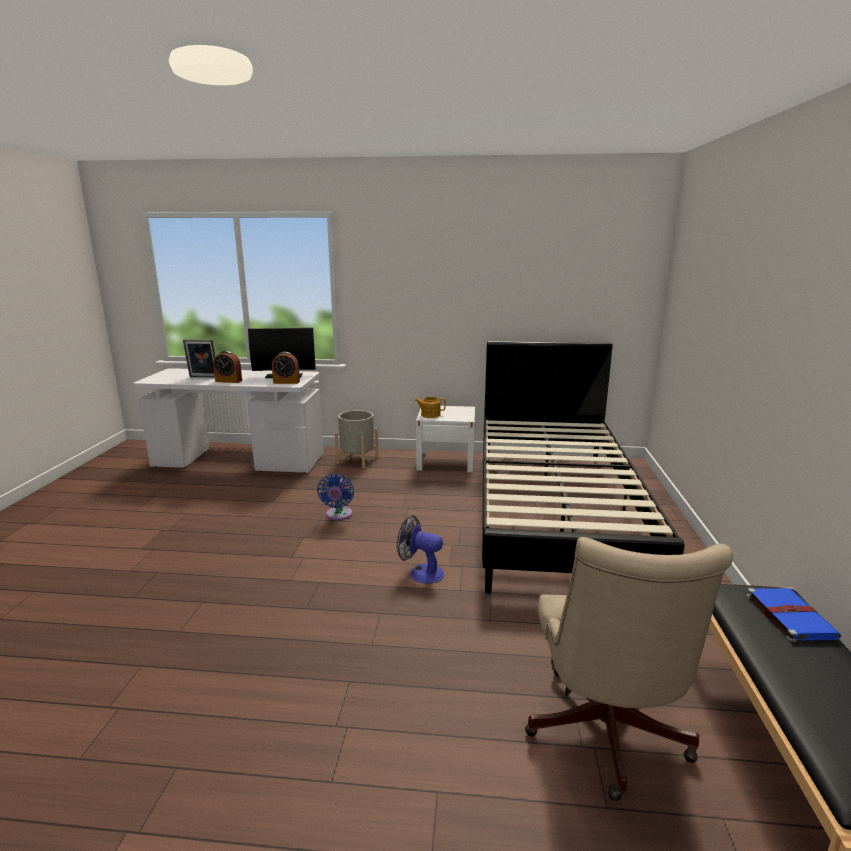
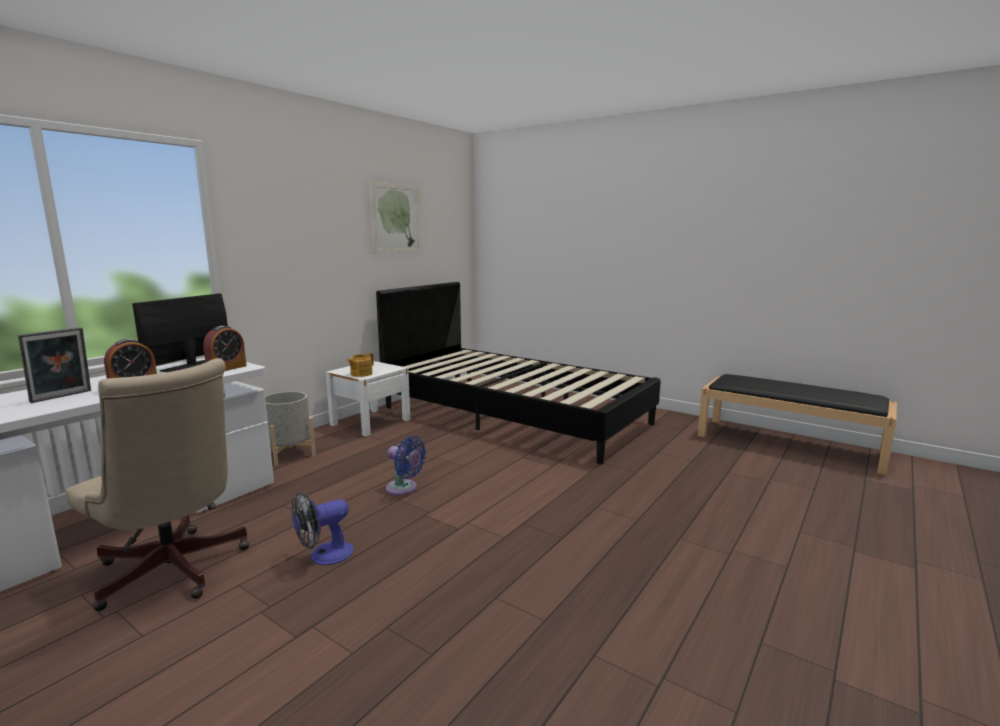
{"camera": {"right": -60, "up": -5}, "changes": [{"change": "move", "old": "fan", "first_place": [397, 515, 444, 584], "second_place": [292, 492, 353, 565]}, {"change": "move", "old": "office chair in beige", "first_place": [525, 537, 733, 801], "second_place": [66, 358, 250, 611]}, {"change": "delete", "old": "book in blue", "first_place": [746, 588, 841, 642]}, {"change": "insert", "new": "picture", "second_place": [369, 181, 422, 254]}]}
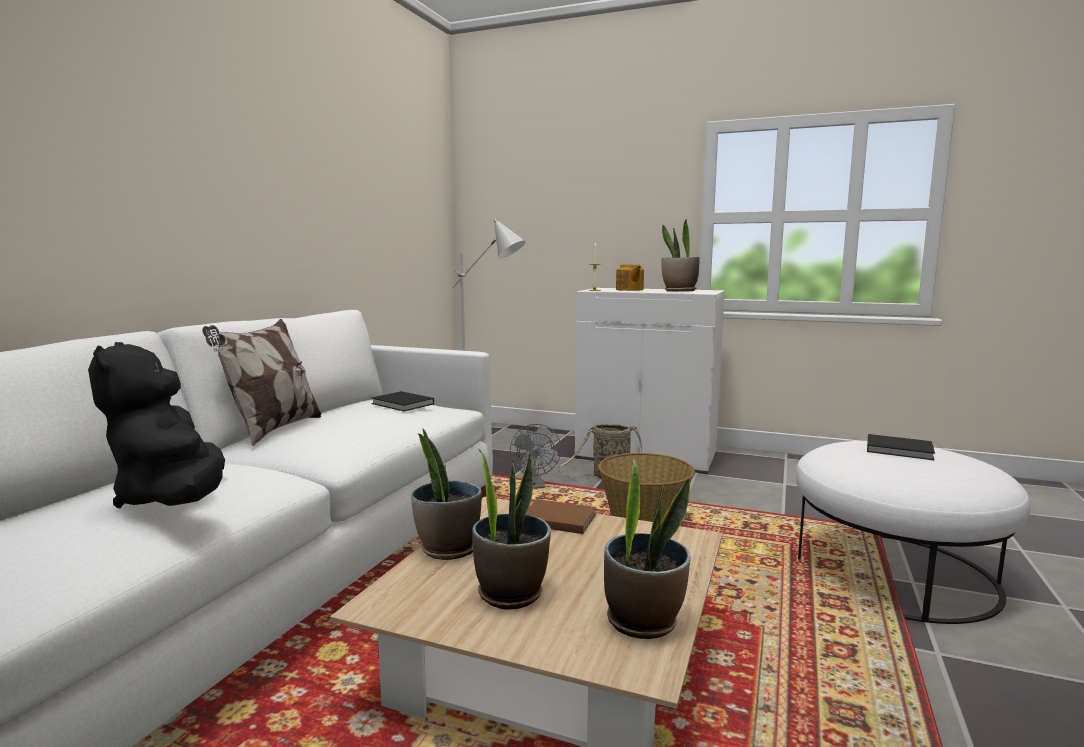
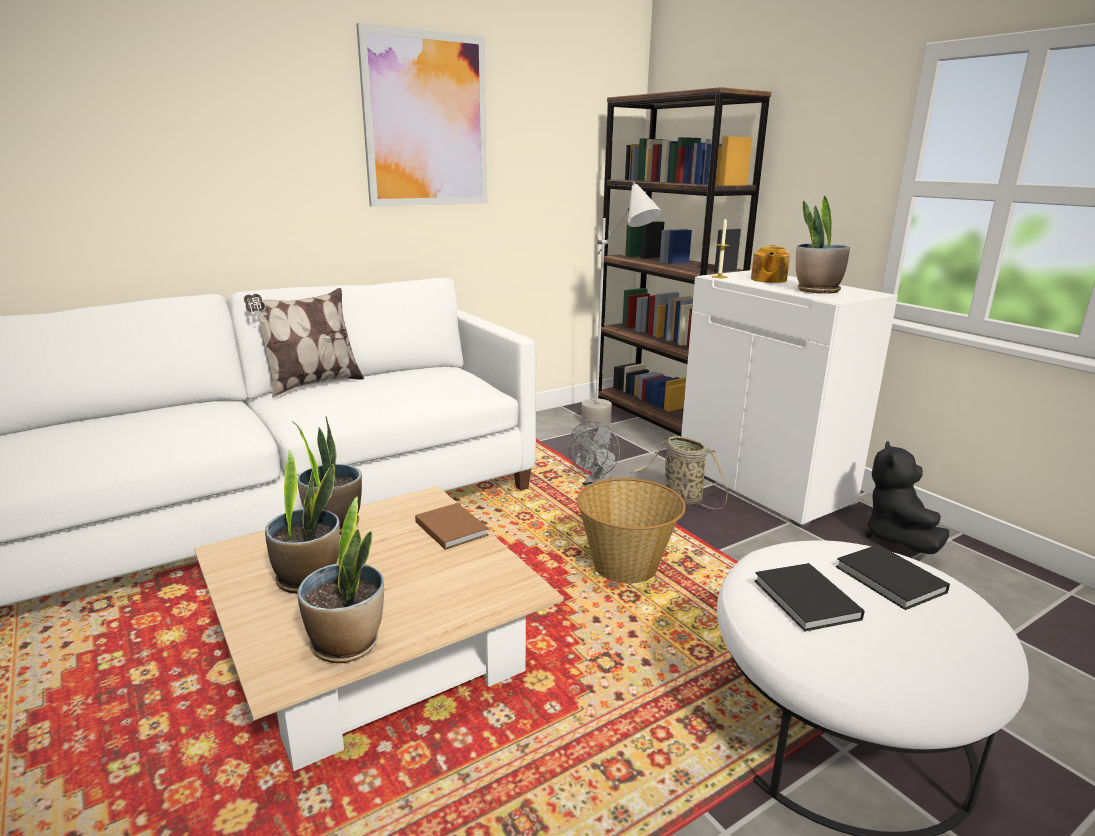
{"camera": {"right": 35, "up": 10}, "changes": [{"change": "move", "old": "plush toy in black", "first_place": [88, 342, 225, 508], "second_place": [865, 441, 949, 554]}, {"change": "move", "old": "book in black", "first_place": [372, 391, 434, 412], "second_place": [754, 563, 864, 632]}, {"change": "insert", "new": "picture", "second_place": [356, 23, 487, 207]}, {"change": "insert", "new": "bookcase in brown", "second_place": [598, 87, 771, 436]}]}
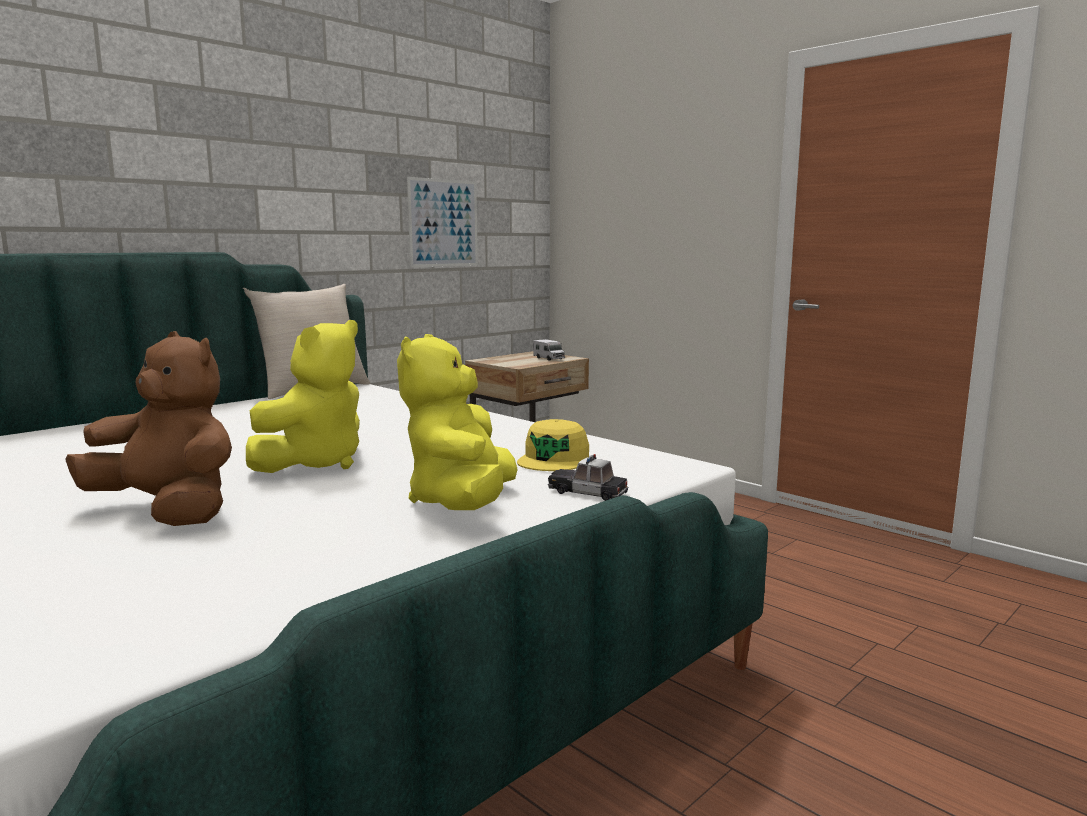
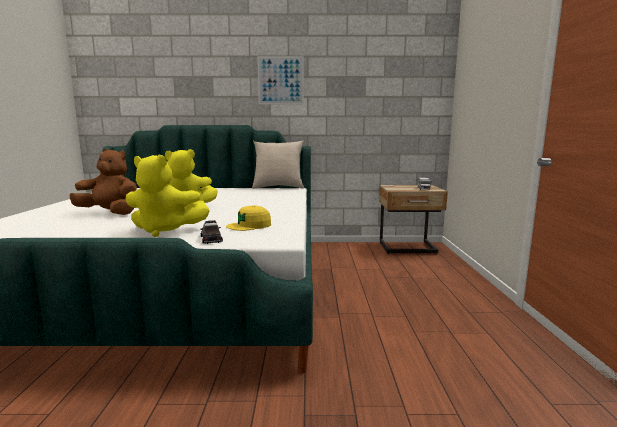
{"camera": {"right": 45, "up": 0}, "changes": [{"change": "rotate", "old": "plush toy in brown", "first_place": [65, 331, 232, 526], "second_place": [70, 149, 137, 215], "degrees": -60}, {"change": "rotate", "old": "plush toy in yellow", "first_place": [397, 334, 518, 510], "second_place": [125, 155, 210, 237], "degrees": -135}, {"change": "move", "old": "picture", "first_place": [407, 177, 478, 267], "second_place": [257, 56, 304, 104]}]}
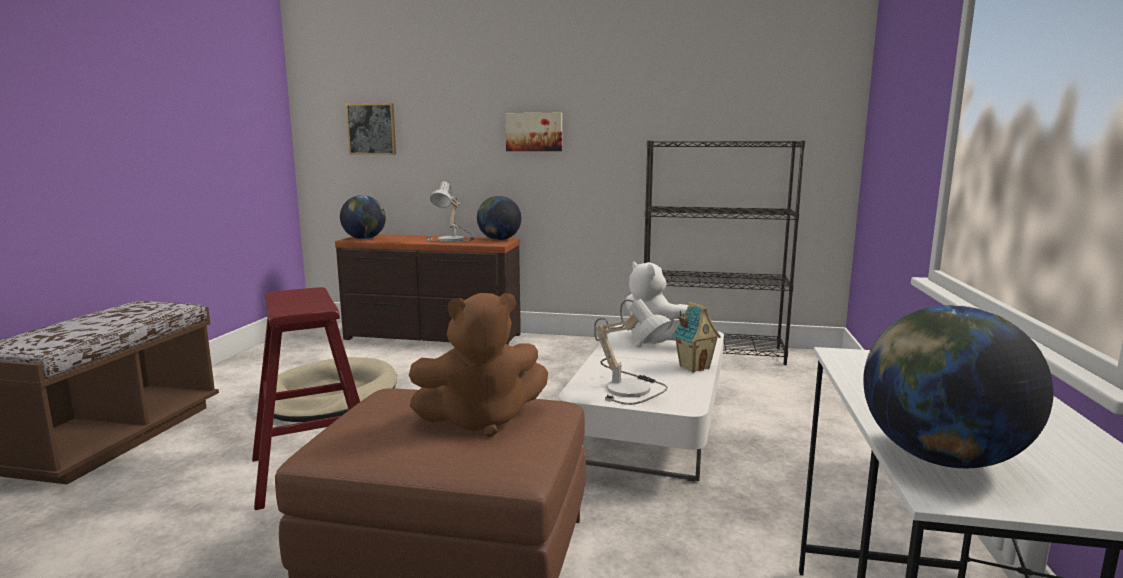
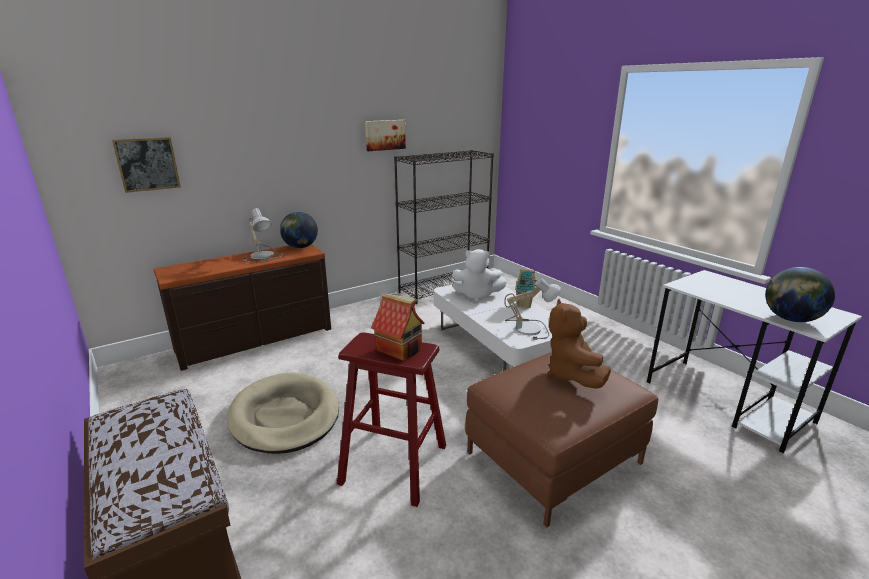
{"camera": {"right": -45, "up": 10}, "changes": [{"change": "delete", "old": "globe", "first_place": [340, 195, 386, 239]}, {"change": "rotate", "old": "plush toy in brown", "first_place": [409, 293, 548, 437], "second_place": [548, 299, 611, 389], "degrees": 150}, {"change": "move", "old": "picture", "first_place": [505, 113, 562, 151], "second_place": [365, 120, 406, 151]}, {"change": "insert", "new": "toy house", "second_place": [371, 293, 425, 361]}]}
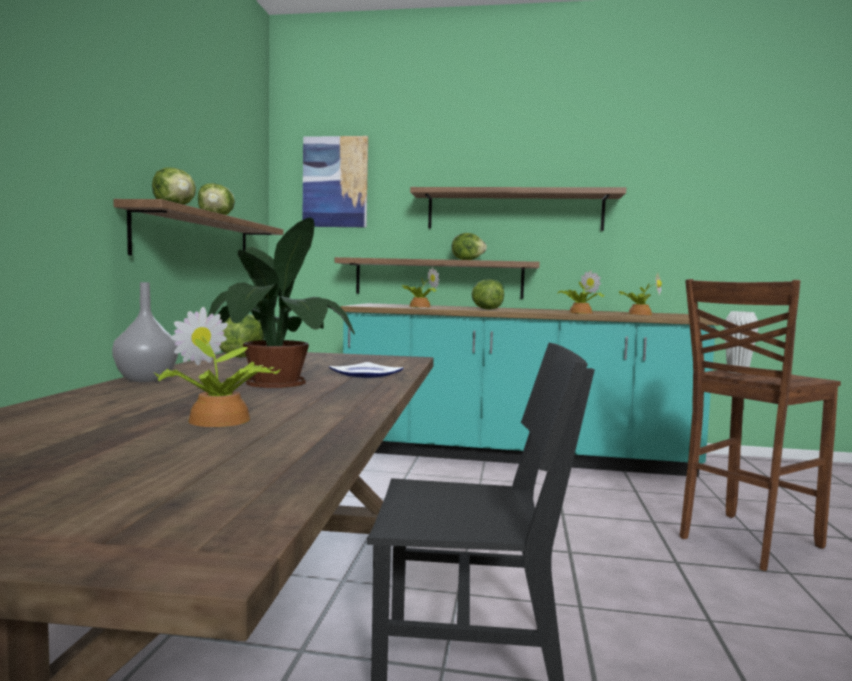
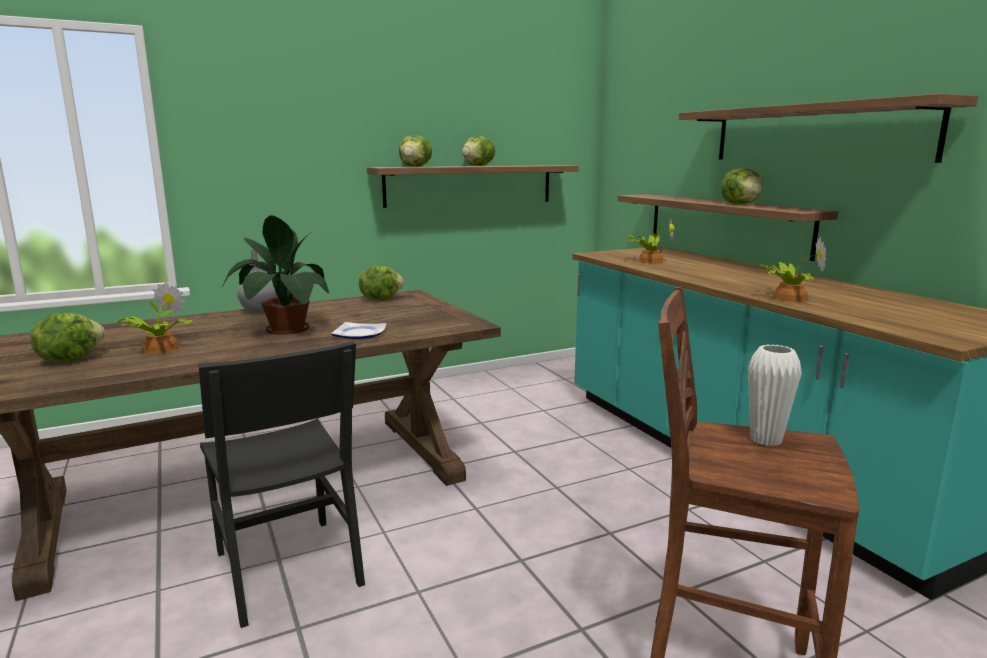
{"camera": {"right": 55, "up": 10}, "changes": [{"change": "delete", "old": "picture", "first_place": [302, 136, 368, 227]}, {"change": "move", "old": "lettuce", "first_place": [471, 279, 504, 310], "second_place": [30, 313, 105, 363]}, {"change": "delete", "old": "potted plant", "first_place": [618, 272, 662, 315]}]}
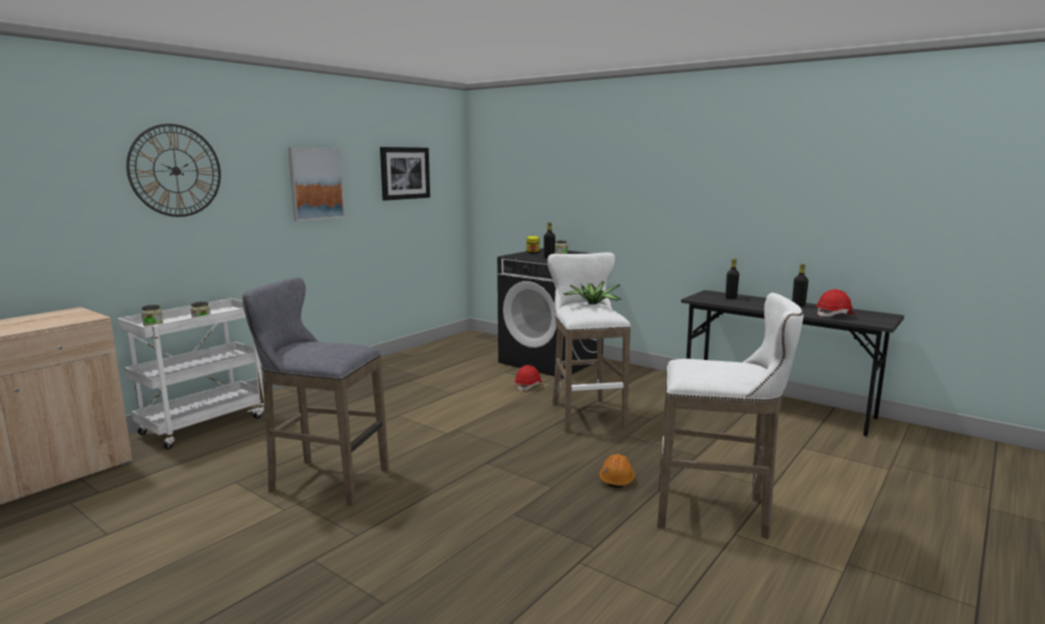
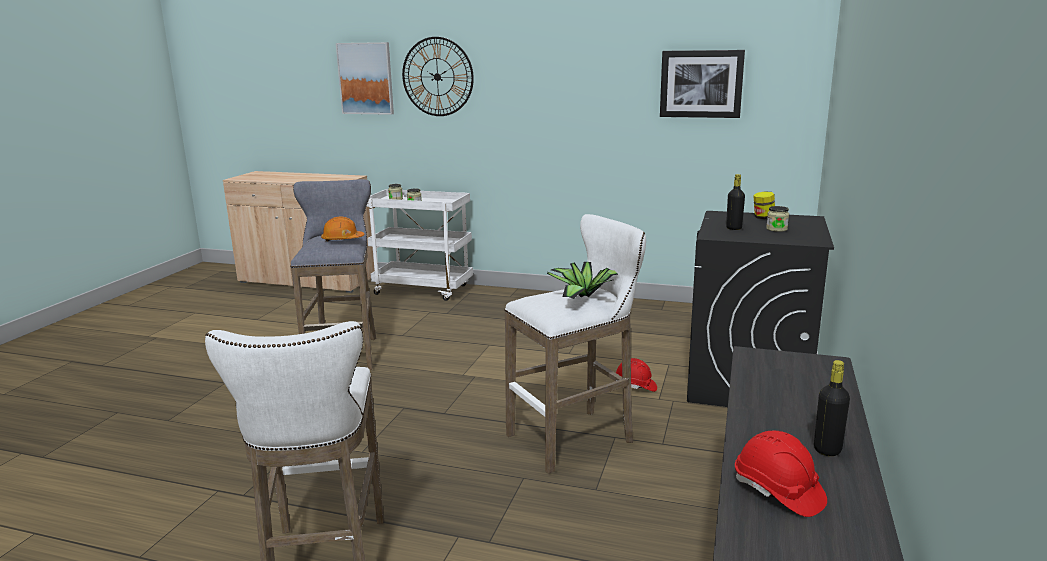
{"camera": {"right": 70, "up": 5}, "changes": [{"change": "move", "old": "picture", "first_place": [288, 148, 345, 221], "second_place": [336, 42, 394, 115]}, {"change": "move", "old": "hard hat in orange", "first_place": [599, 454, 635, 488], "second_place": [321, 217, 365, 242]}, {"change": "delete", "old": "bottle in black", "first_place": [725, 258, 739, 299]}]}
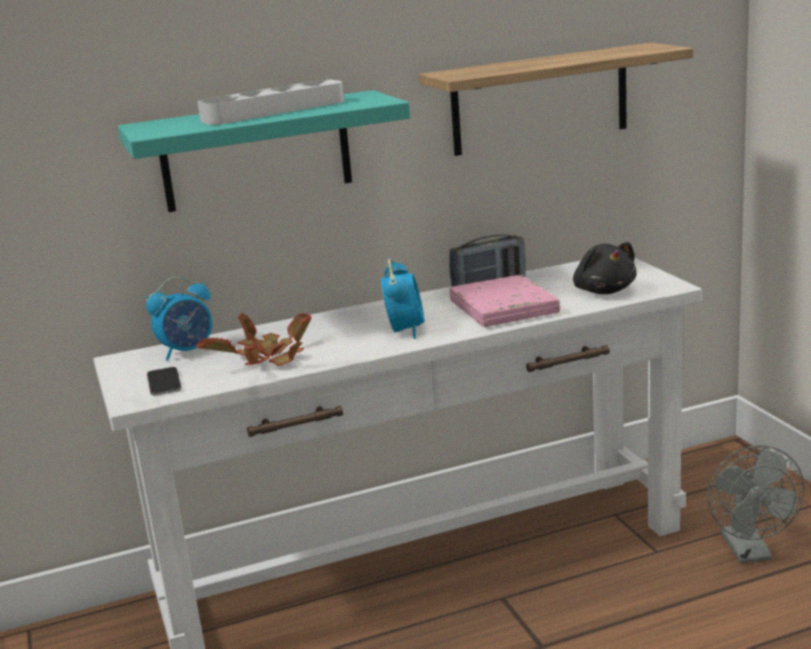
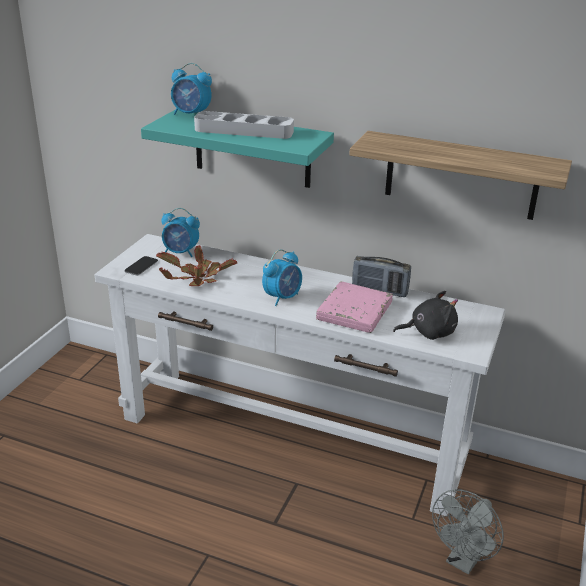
{"camera": {"right": 40, "up": 10}, "changes": [{"change": "rotate", "old": "plush toy in black", "first_place": [573, 242, 637, 294], "second_place": [393, 291, 458, 340], "degrees": -120}, {"change": "insert", "new": "alarm clock", "second_place": [171, 63, 212, 115]}]}
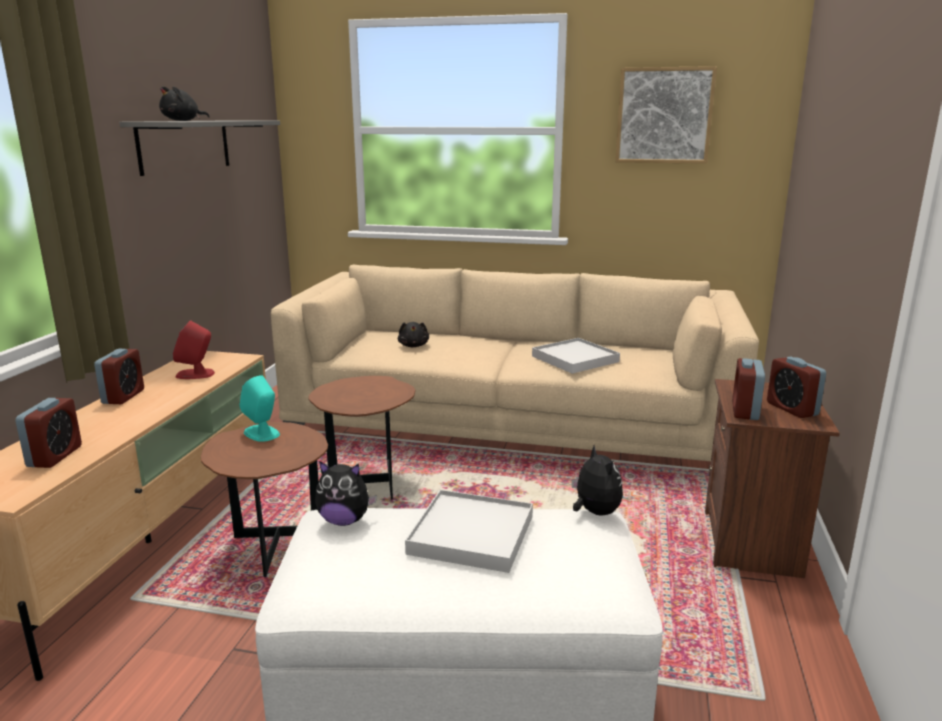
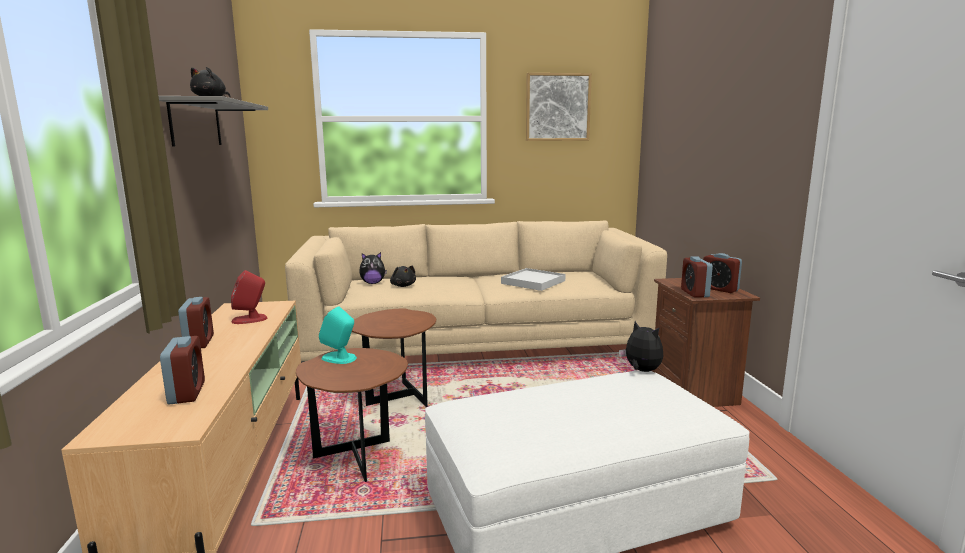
{"camera": {"right": -20, "up": -5}, "changes": [{"change": "move", "old": "plush toy", "first_place": [315, 461, 377, 526], "second_place": [359, 252, 387, 284]}, {"change": "delete", "old": "tray in white", "first_place": [405, 490, 533, 573]}]}
